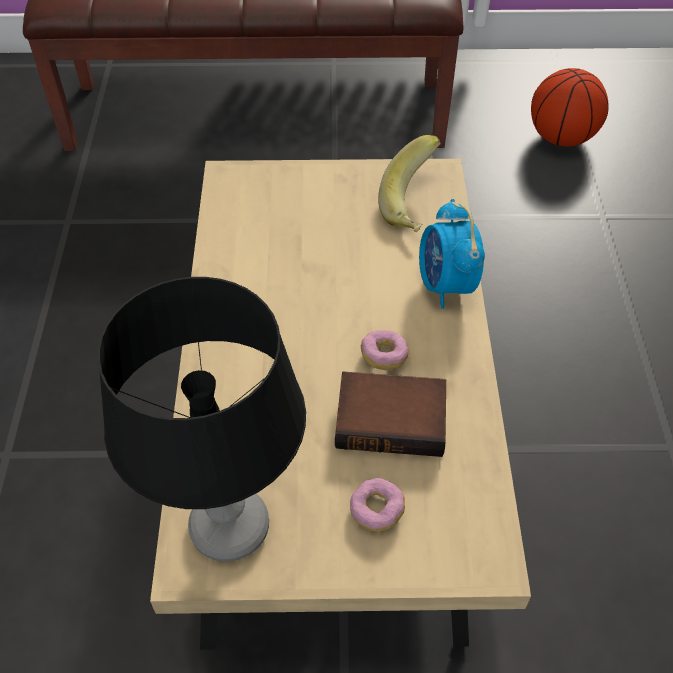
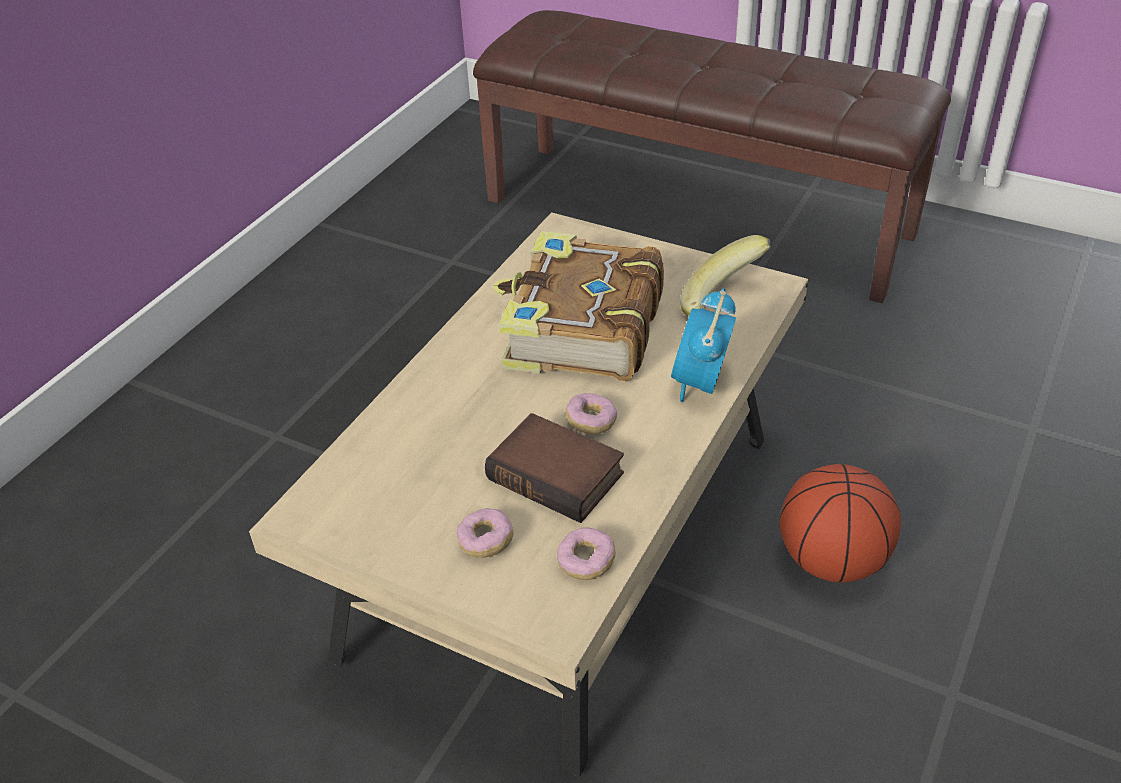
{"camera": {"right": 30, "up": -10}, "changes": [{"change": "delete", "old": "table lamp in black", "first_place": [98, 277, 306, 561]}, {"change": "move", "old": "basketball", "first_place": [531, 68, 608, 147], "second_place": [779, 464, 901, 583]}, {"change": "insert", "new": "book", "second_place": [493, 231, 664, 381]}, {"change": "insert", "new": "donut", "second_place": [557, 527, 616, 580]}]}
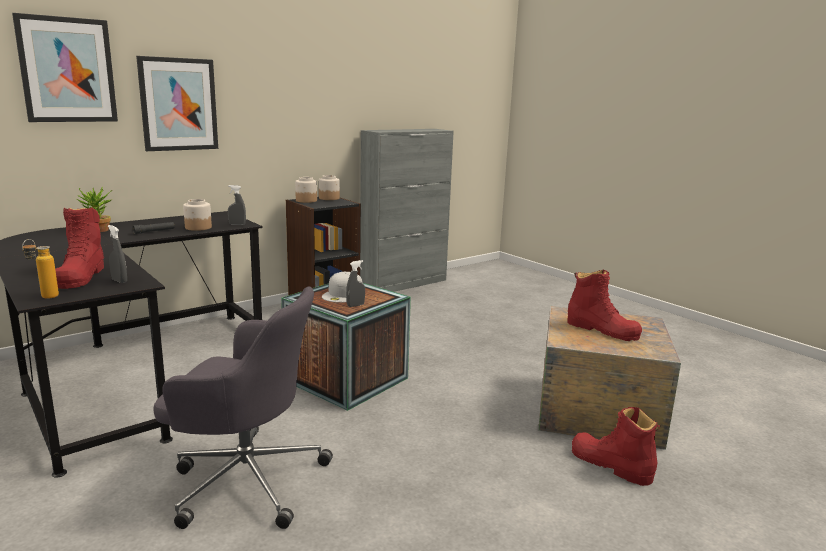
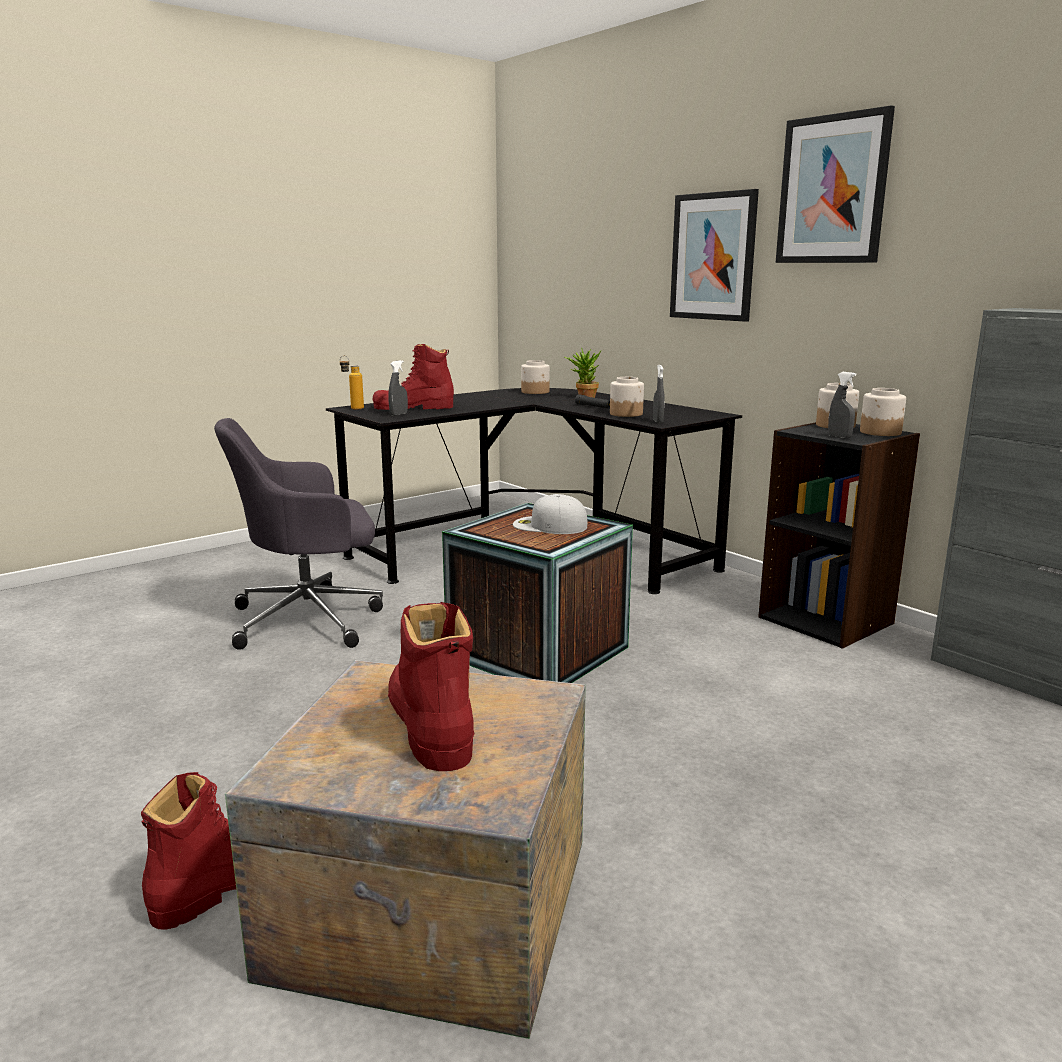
{"camera": {"right": 90, "up": 0}, "changes": [{"change": "move", "old": "picture", "first_place": [12, 13, 118, 122], "second_place": [776, 105, 895, 263]}, {"change": "rotate", "old": "office chair in grey", "first_place": [154, 287, 333, 529], "second_place": [214, 418, 383, 650], "degrees": 60}, {"change": "move", "old": "spray bottle in grey", "first_place": [346, 260, 365, 307], "second_place": [828, 372, 856, 438]}, {"change": "rotate", "old": "boot in red", "first_place": [567, 270, 642, 341], "second_place": [388, 602, 475, 771], "degrees": 120}, {"change": "insert", "new": "jar", "second_place": [521, 360, 550, 394]}]}
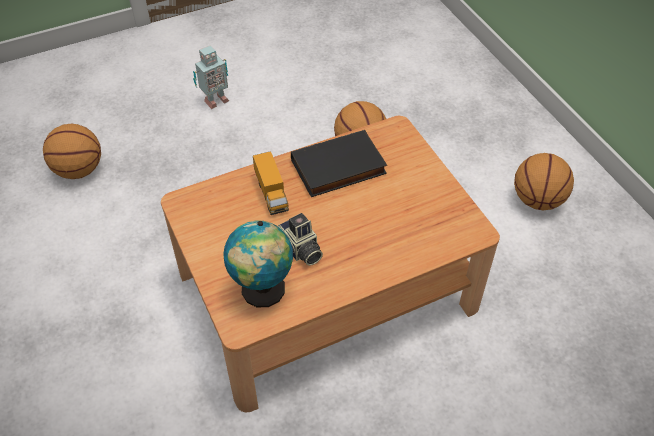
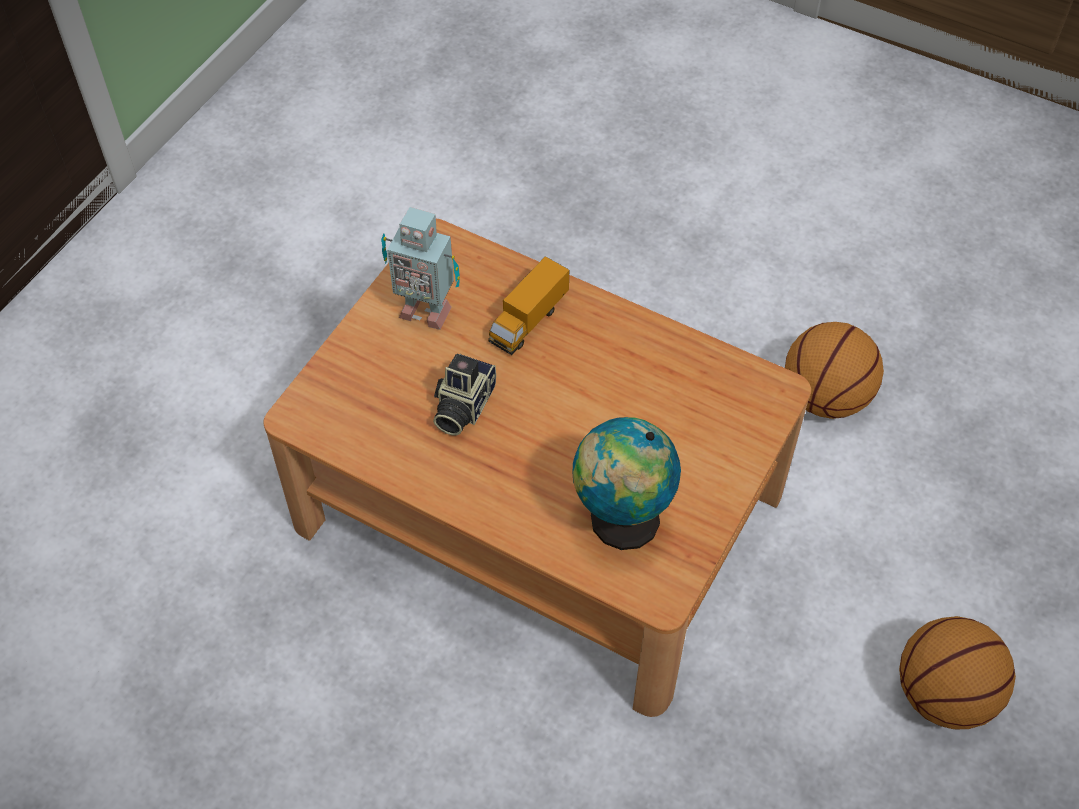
{"camera": {"right": 55, "up": 5}, "changes": [{"change": "delete", "old": "basketball", "first_place": [43, 124, 101, 179]}, {"change": "move", "old": "toy robot", "first_place": [193, 46, 229, 109], "second_place": [381, 207, 460, 330]}, {"change": "move", "old": "globe", "first_place": [223, 220, 293, 307], "second_place": [573, 417, 681, 550]}, {"change": "delete", "old": "book in black", "first_place": [291, 130, 387, 197]}]}
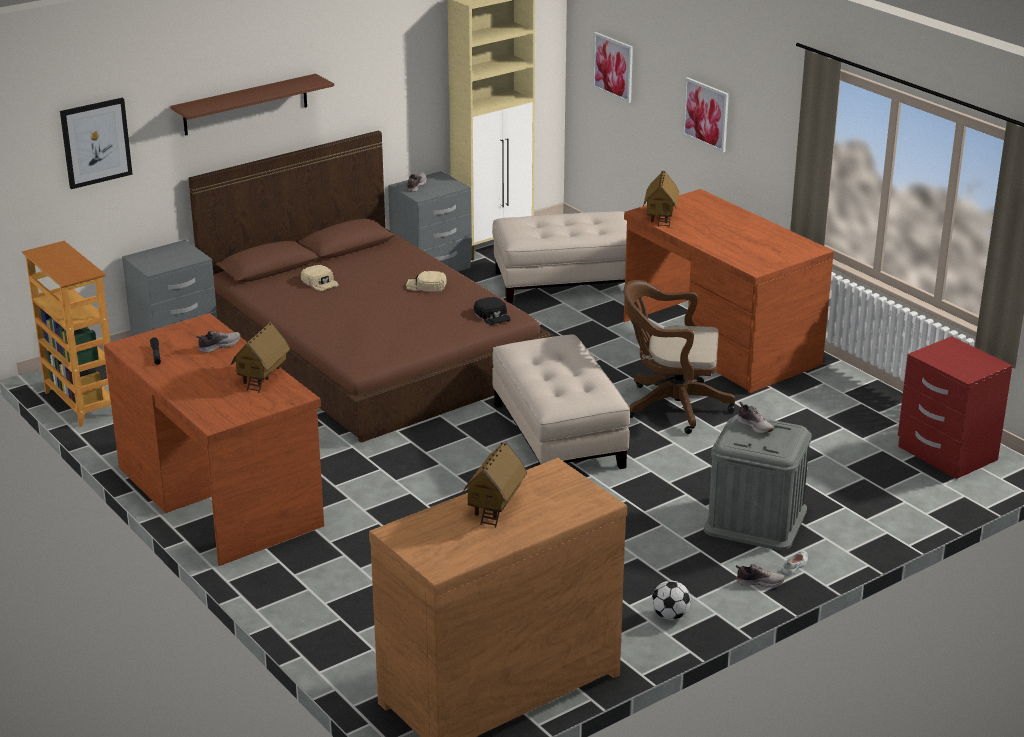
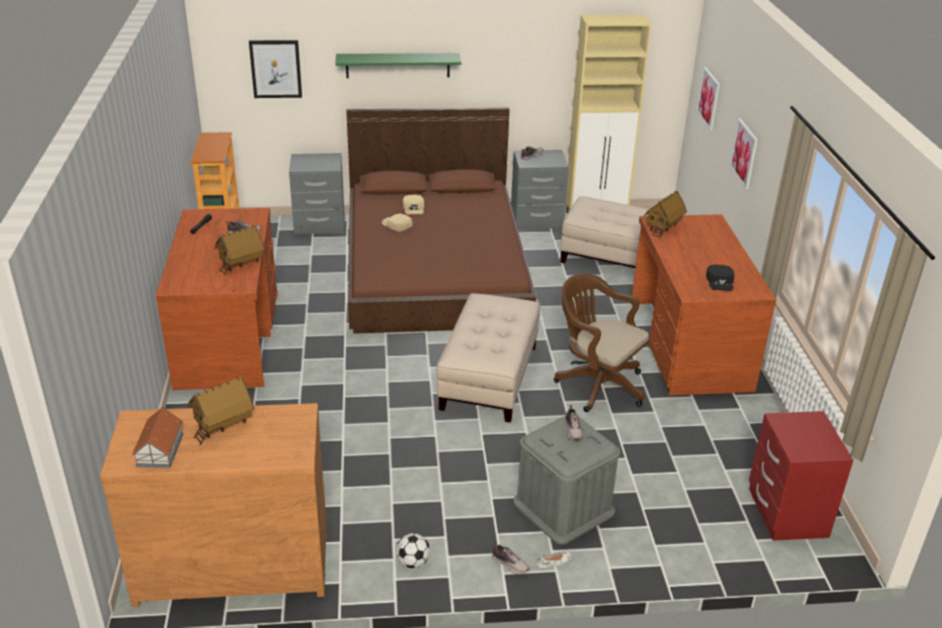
{"camera": {"right": 30, "up": 5}, "changes": [{"change": "recolor", "old": "shelf in brown", "new": "shelf in green", "first_place": [170, 74, 334, 136], "second_place": [335, 53, 461, 78]}, {"change": "move", "old": "cap in beige", "first_place": [406, 271, 447, 293], "second_place": [382, 214, 413, 232]}, {"change": "move", "old": "cap in black", "first_place": [474, 297, 511, 325], "second_place": [706, 264, 734, 291]}, {"change": "insert", "new": "toy house", "second_place": [132, 407, 183, 468]}]}
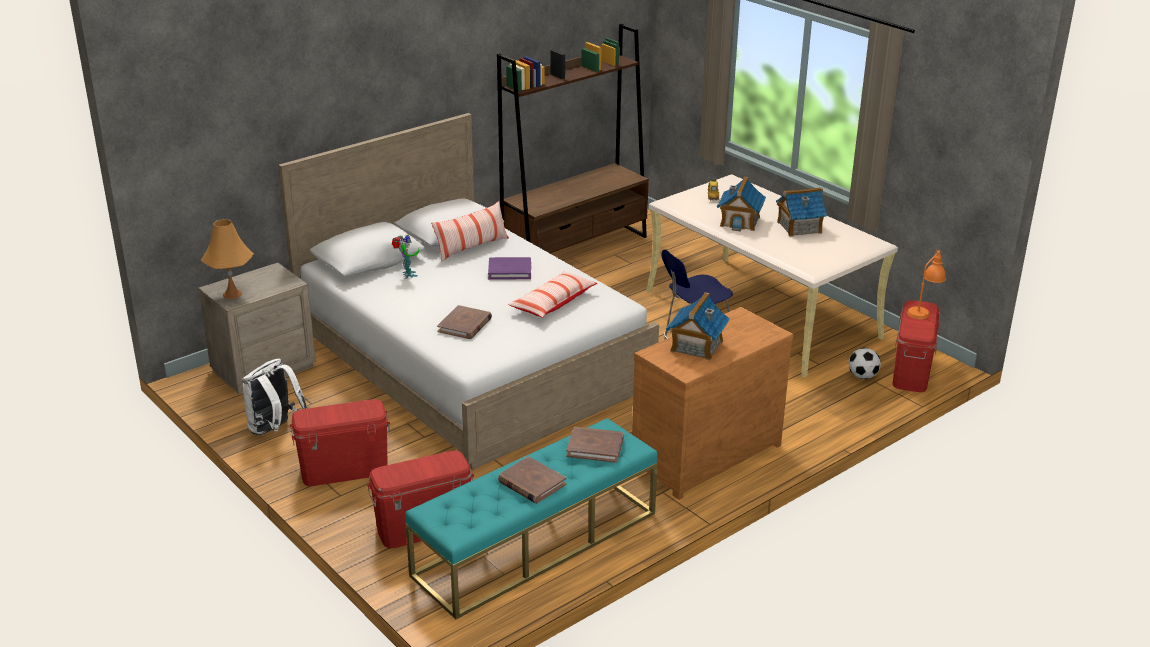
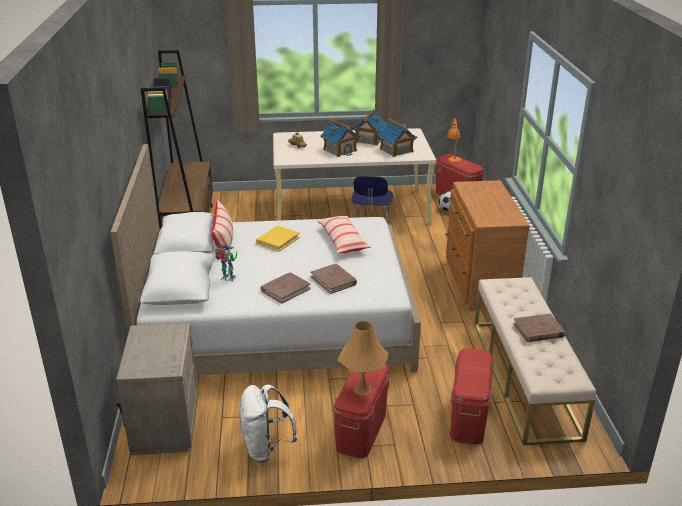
{"camera": {"right": -55, "up": 0}, "changes": [{"change": "move", "old": "table lamp in orange", "first_place": [201, 219, 254, 299], "second_place": [338, 321, 388, 396]}, {"change": "recolor", "old": "bench in turquoise", "new": "bench in beige", "first_place": [405, 418, 658, 619], "second_place": [474, 277, 596, 445]}, {"change": "recolor", "old": "book in purple", "new": "book in yellow", "first_place": [488, 257, 531, 280], "second_place": [256, 226, 300, 252]}, {"change": "move", "old": "book in brown", "first_place": [566, 427, 624, 463], "second_place": [261, 272, 311, 304]}, {"change": "move", "old": "toy house", "first_place": [666, 292, 730, 360], "second_place": [378, 119, 417, 157]}]}
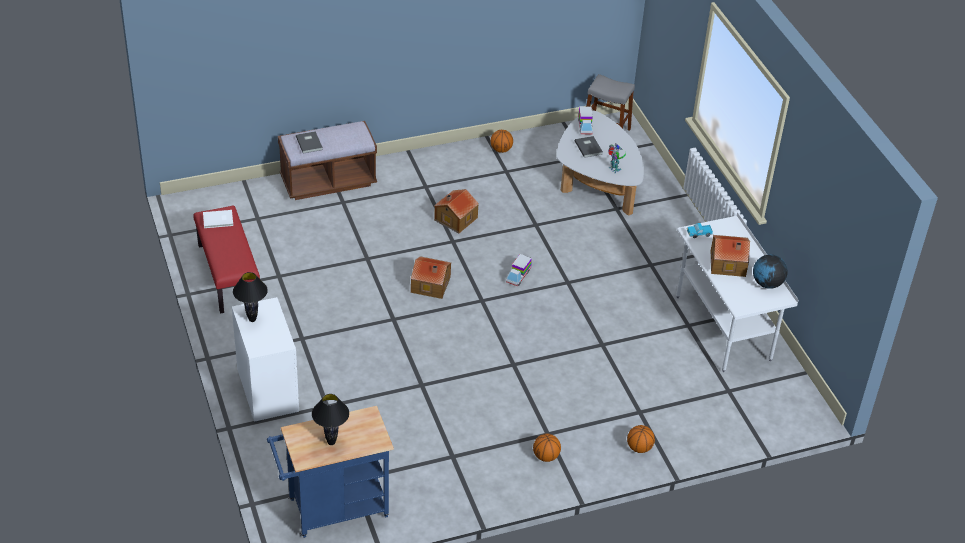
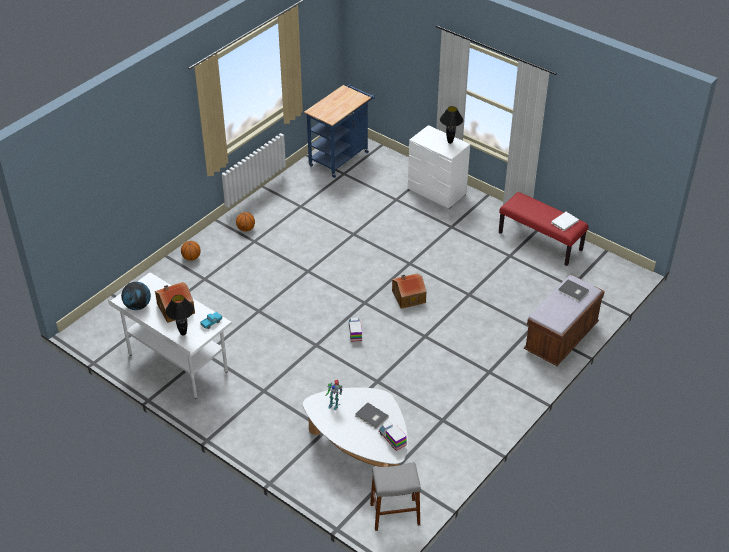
{"camera": {"right": 150, "up": 0}, "changes": [{"change": "move", "old": "table lamp in black", "first_place": [312, 394, 349, 445], "second_place": [165, 295, 194, 336]}, {"change": "delete", "old": "toy house", "first_place": [434, 189, 479, 233]}, {"change": "delete", "old": "basketball", "first_place": [491, 130, 513, 153]}]}
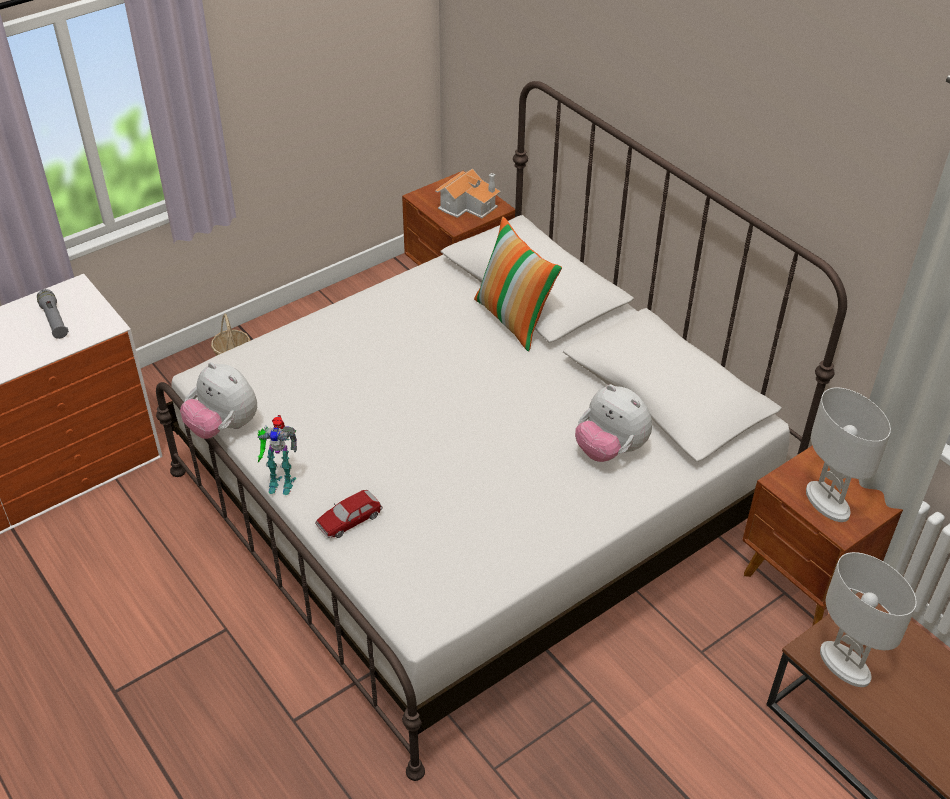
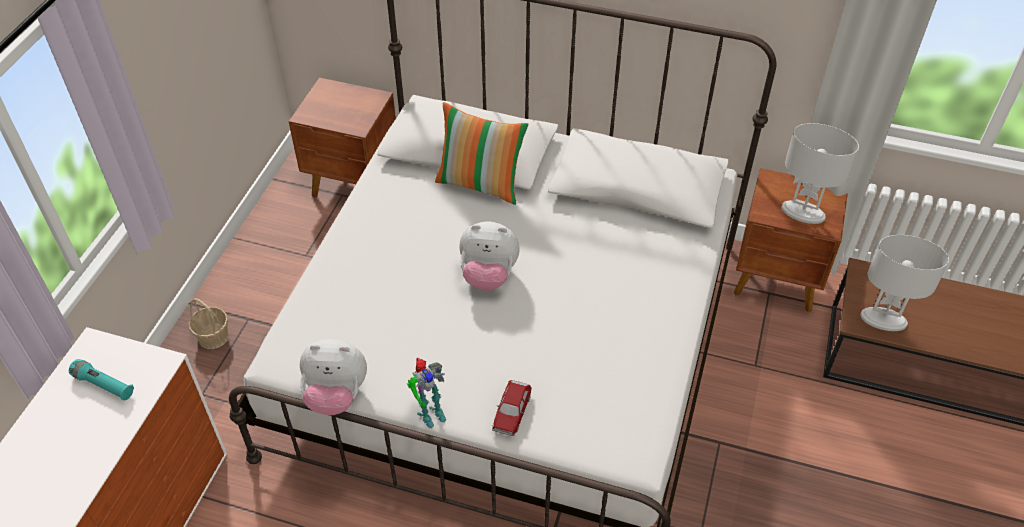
{"camera": {"right": -35, "up": 5}, "changes": [{"change": "recolor", "old": "flashlight in grey", "new": "flashlight in turquoise", "first_place": [37, 289, 69, 339], "second_place": [69, 359, 134, 400]}, {"change": "delete", "old": "toy house", "first_place": [435, 169, 501, 218]}, {"change": "move", "old": "plush toy", "first_place": [575, 384, 652, 462], "second_place": [459, 222, 519, 291]}]}
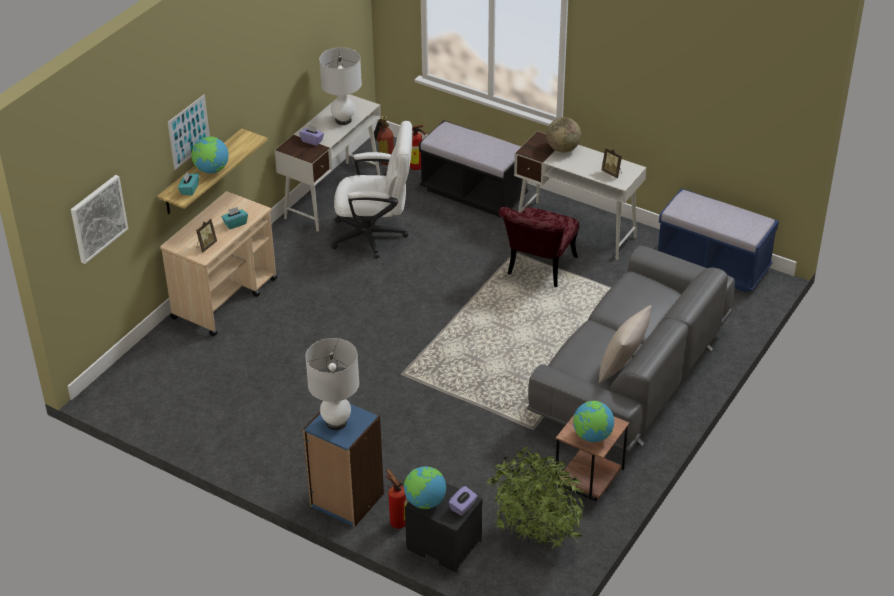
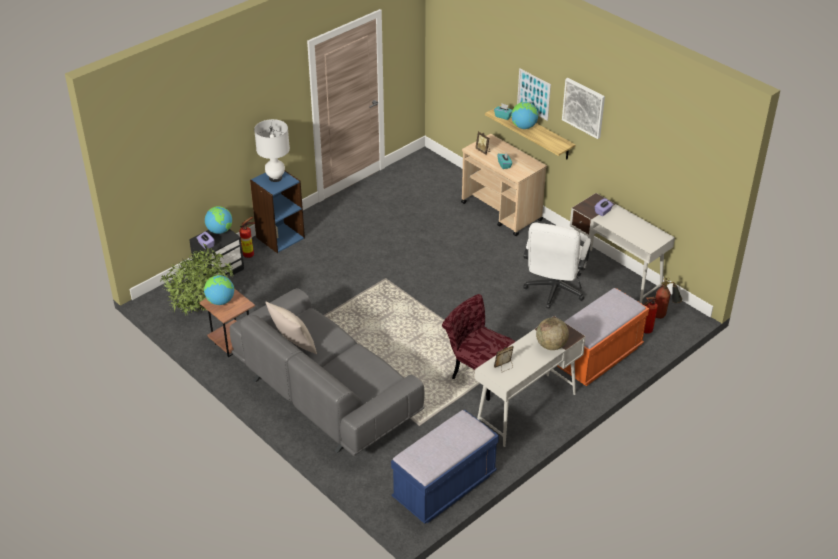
{"camera": {"right": 105, "up": 0}, "changes": [{"change": "move", "old": "picture", "first_place": [71, 175, 128, 264], "second_place": [562, 78, 605, 139]}, {"change": "delete", "old": "table lamp in white", "first_place": [319, 47, 362, 125]}, {"change": "recolor", "old": "bench in black", "new": "bench in orange", "first_place": [419, 120, 529, 217], "second_place": [558, 288, 649, 386]}]}
